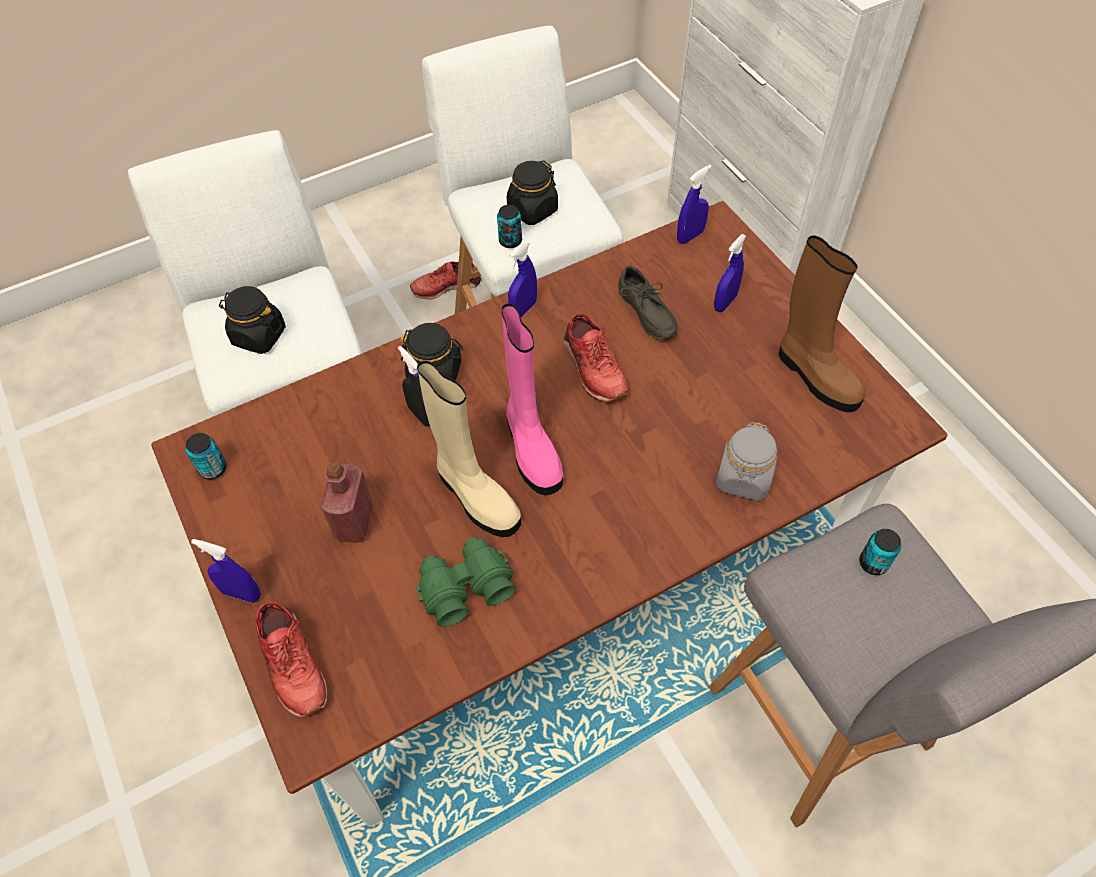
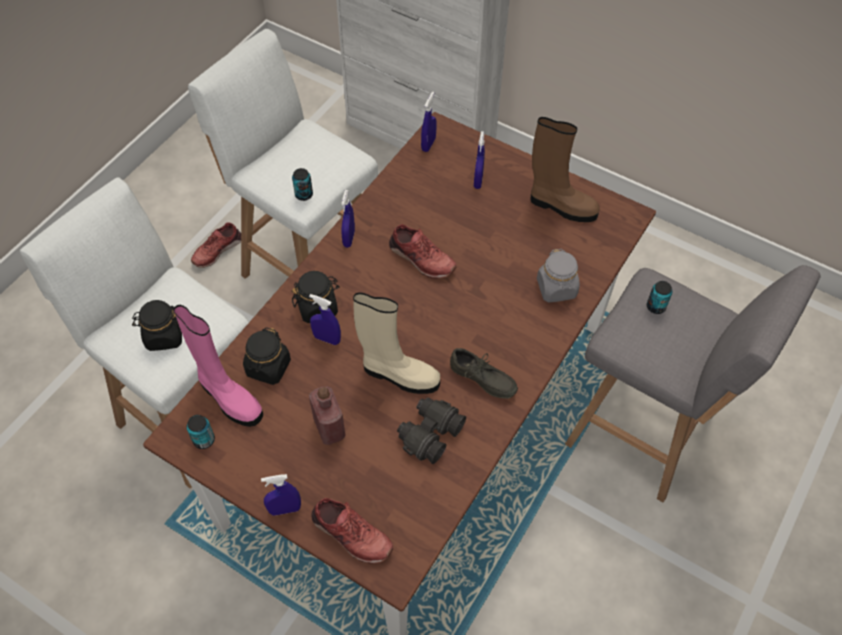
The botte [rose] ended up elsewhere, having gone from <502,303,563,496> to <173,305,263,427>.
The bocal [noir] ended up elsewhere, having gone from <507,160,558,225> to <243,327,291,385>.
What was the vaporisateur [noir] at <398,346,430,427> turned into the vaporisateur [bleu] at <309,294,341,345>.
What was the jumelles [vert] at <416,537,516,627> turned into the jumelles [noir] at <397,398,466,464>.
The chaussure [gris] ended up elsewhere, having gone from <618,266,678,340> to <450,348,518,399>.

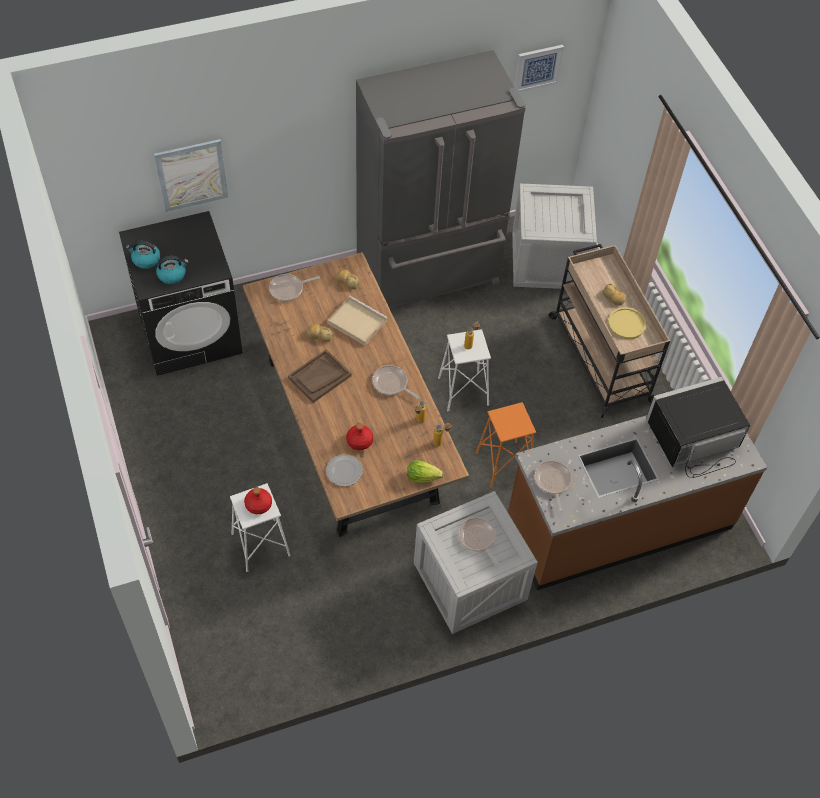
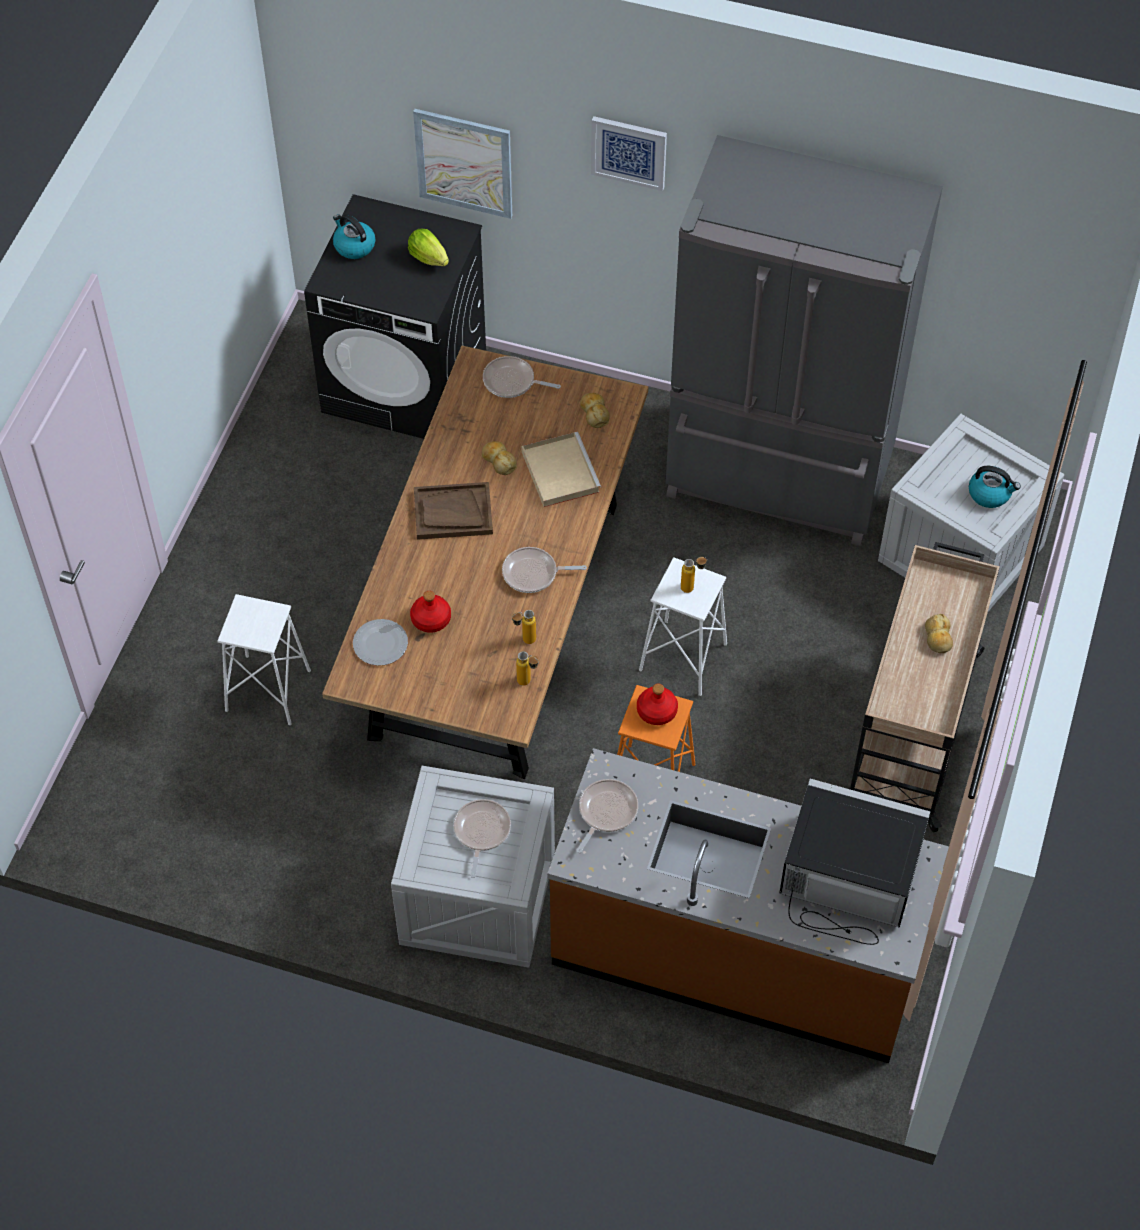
The laitue ended up elsewhere, having gone from <407,460,443,483> to <408,229,449,266>.
The poêle at <372,365,420,399> ended up facing another way, 75 degrees counterclockwise from before.
The tableau ended up elsewhere, having gone from <514,45,564,92> to <591,116,667,191>.
The bouteille [rouge] ended up elsewhere, having gone from <244,487,272,514> to <637,684,678,725>.
The bouilloire ended up elsewhere, having gone from <156,256,189,284> to <969,466,1021,508>.
The second view lost the assiette [jaune] at <608,307,646,339>.

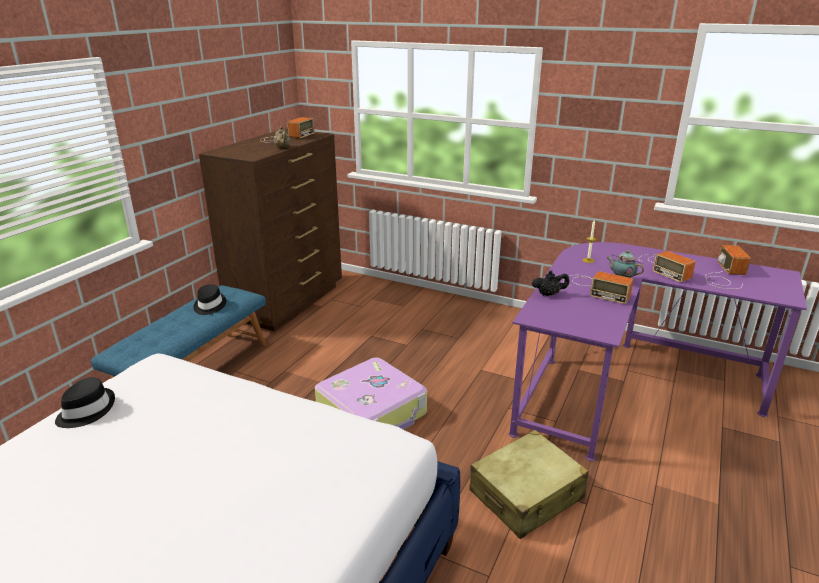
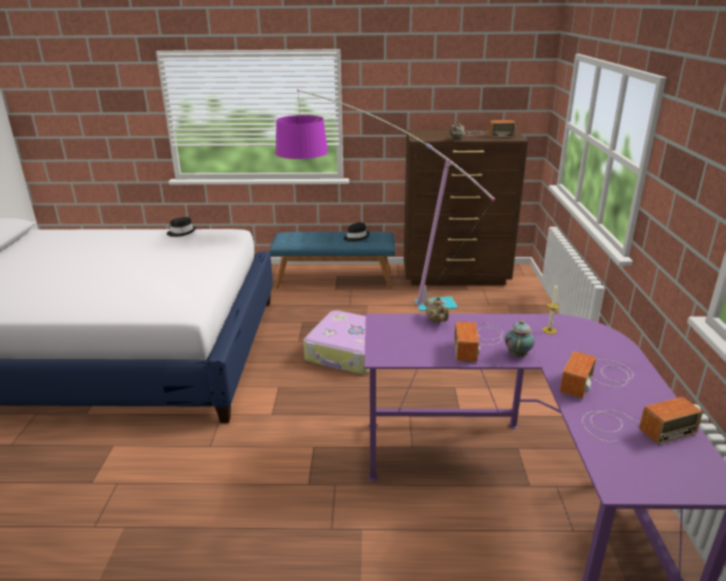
The second view gained the lampadaire at <276,89,495,311>.
What was the théière [noir] at <532,270,570,296> turned into the théière [beige] at <425,296,449,322>.
The second view lost the valise [beige] at <469,430,589,539>.

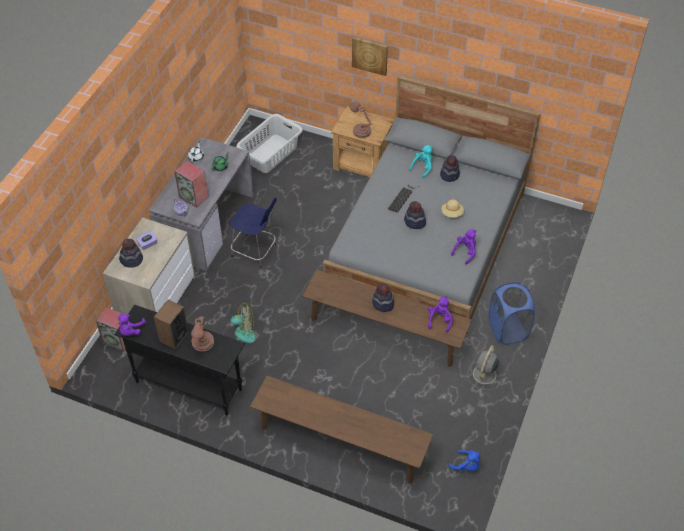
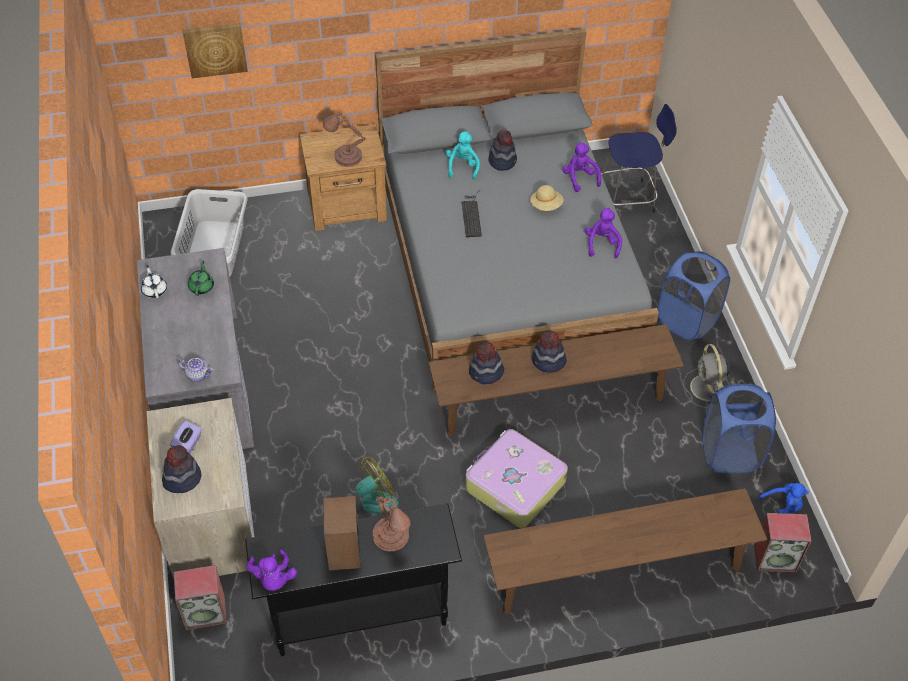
The tableau ended up elsewhere, having gone from <352,37,388,76> to <183,23,248,78>.
The second view gained the valise at <465,429,568,528>.
The chapeau ended up elsewhere, having gone from <404,201,426,229> to <469,342,504,384>.
The peluche [violet] ended up elsewhere, having gone from <428,296,453,332> to <562,143,601,192>.
The tabouret [bleu] ended up elsewhere, having gone from <230,198,277,268> to <601,104,677,213>.
The second view gained the panier à linge [bleu] at <702,383,776,473>.
The enceinte ended up elsewhere, having gone from <174,161,209,208> to <754,513,811,573>.

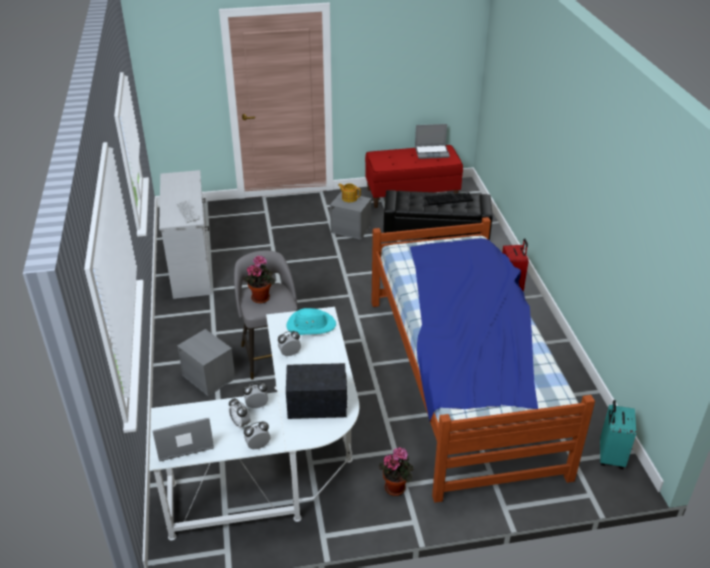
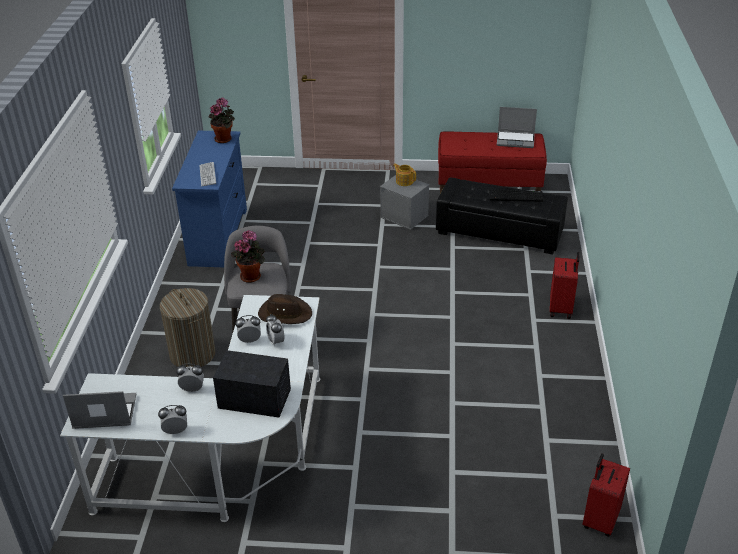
Where the boîte de rangement [gris] stood at <177,329,236,396>, the panier à linge came to stand at <160,288,215,367>.
What was the commode [blanc] at <159,170,212,299> turned into the commode [bleu] at <172,131,247,267>.
The plante en pot ended up elsewhere, having gone from <379,447,413,496> to <208,98,235,143>.
What was the chapeau [turquoise] at <286,308,336,335> turned into the chapeau [marron] at <258,294,312,324>.
The réveil ended up elsewhere, having gone from <228,398,250,430> to <266,314,284,346>.
What was the valise [turquoise] at <600,400,636,469> turned into the valise [rouge] at <582,453,630,537>.
The second view lost the lit at <371,217,595,503>.

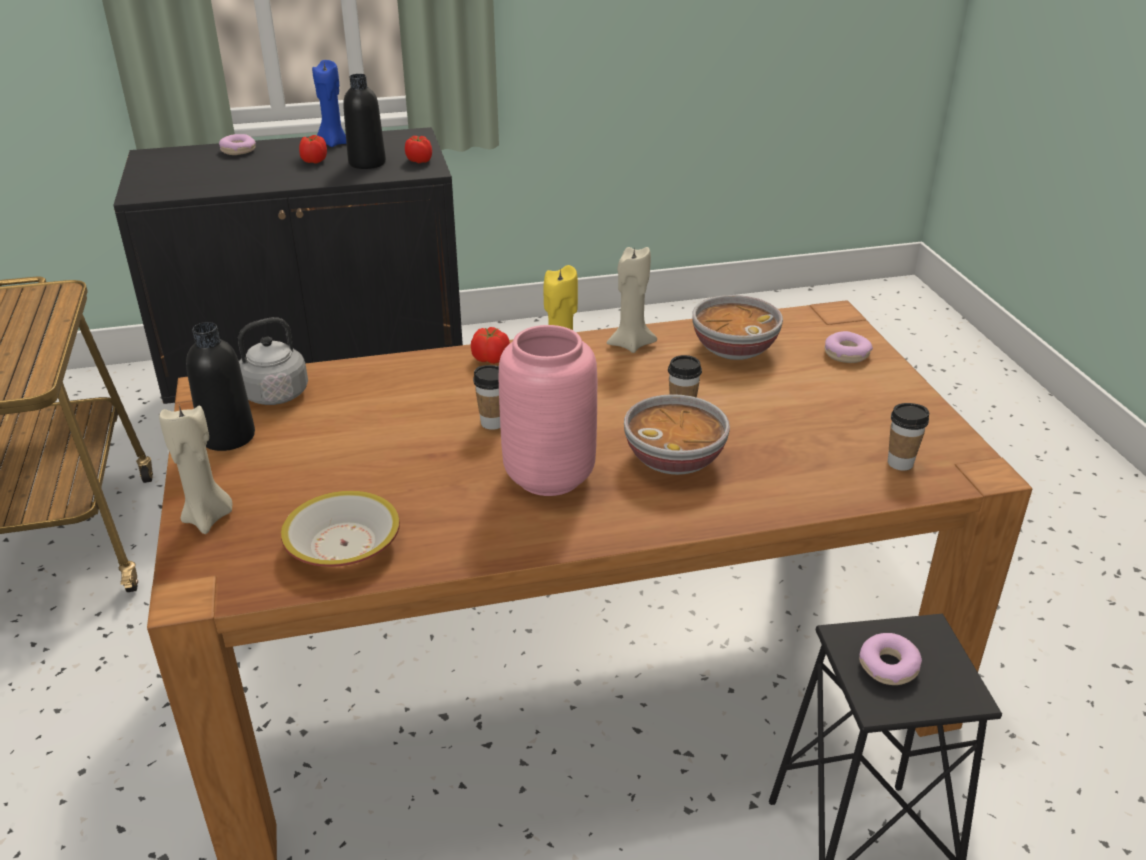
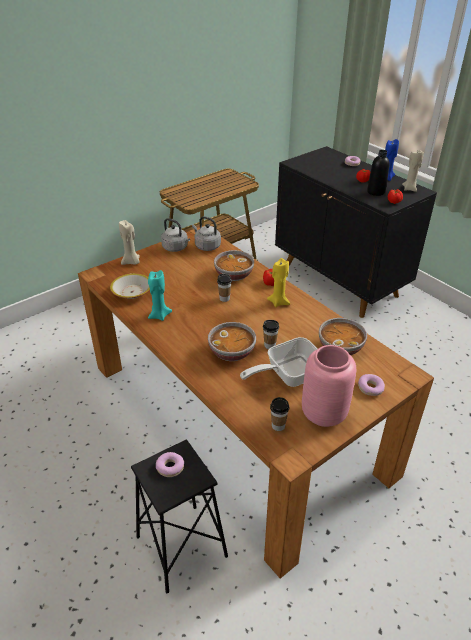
The second view gained the bougie [turquoise] at <148,270,172,321>.
Where the bouteille [noir] stood at <186,322,255,451>, the bouilloire [gris] came to stand at <161,218,190,252>.
The second view gained the bol at <214,250,254,281>.
The second view gained the poêle at <240,337,317,387>.
The vase [rose] ended up elsewhere, having gone from <499,325,597,496> to <302,345,356,427>.
The bougie [beige] ended up elsewhere, having gone from <606,247,657,353> to <402,150,424,192>.

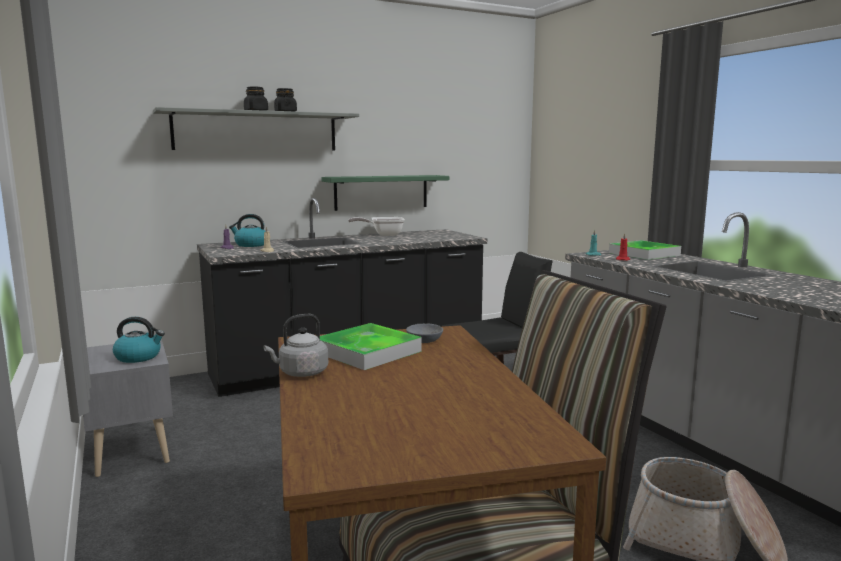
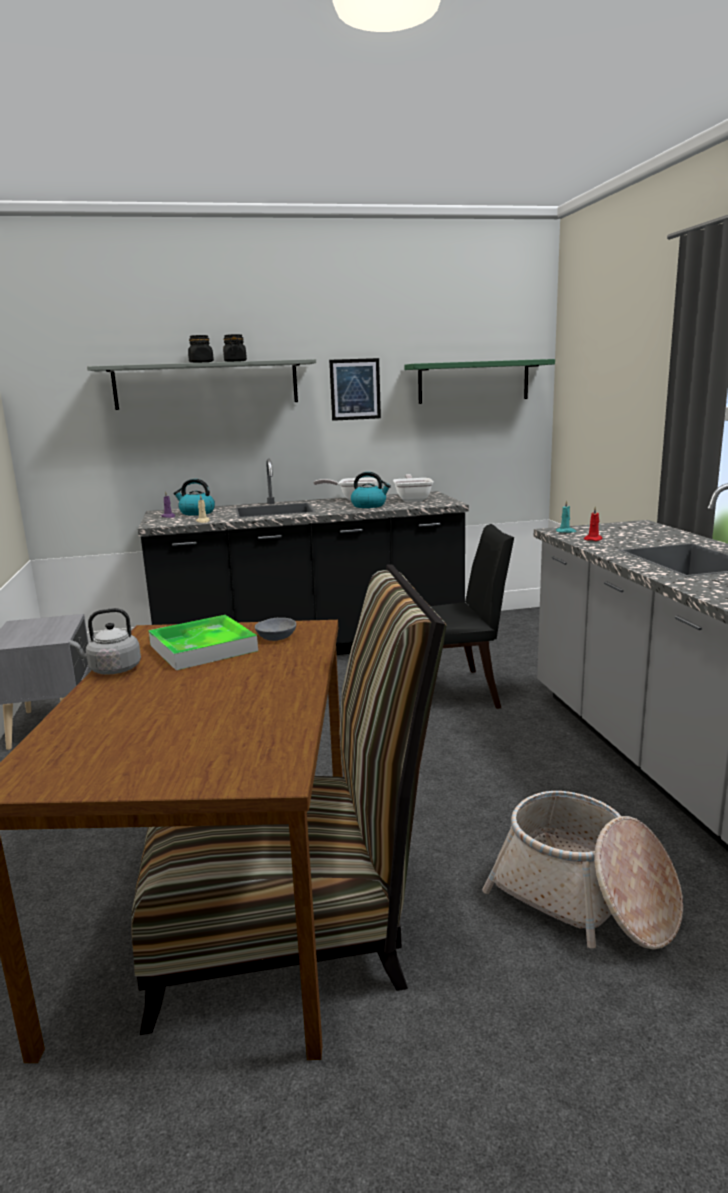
The second view gained the tableau at <329,358,381,421>.
The bouilloire ended up elsewhere, having gone from <113,317,165,363> to <351,472,391,508>.
The second view gained the poêle at <393,474,434,502>.
The étagère [vert] ended up elsewhere, having gone from <321,175,449,211> to <404,359,555,404>.
The second view lost the plateau at <609,240,681,260>.

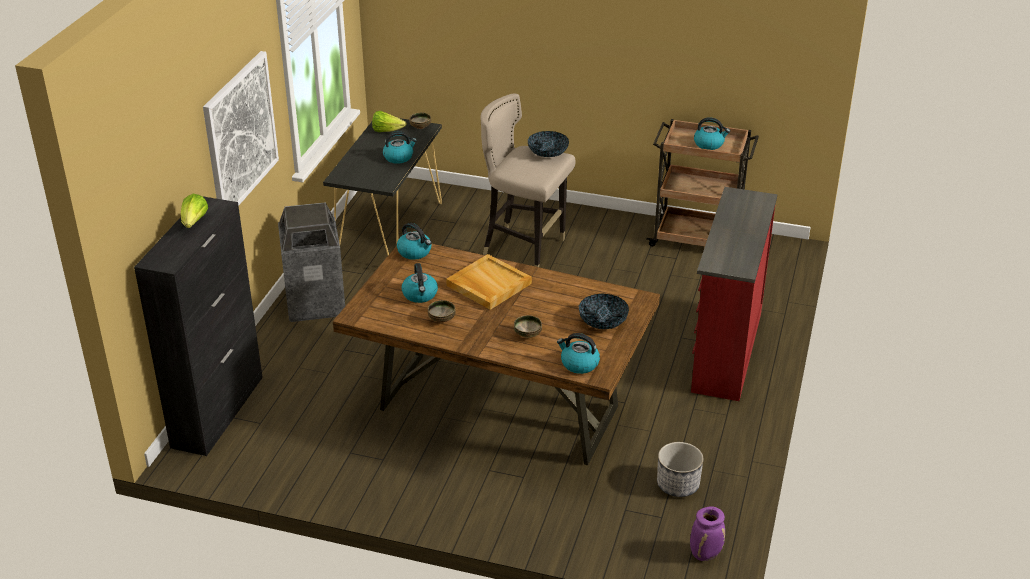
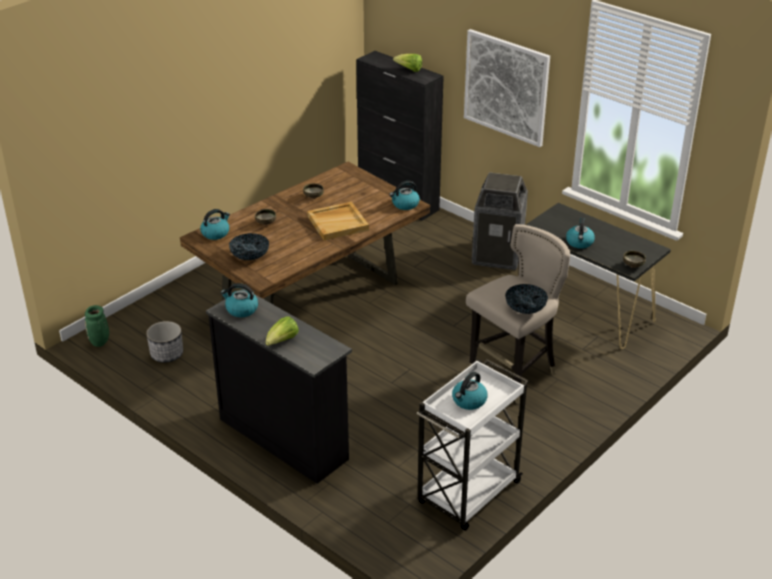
What was the vase [violet] at <690,507,725,561> turned into the vase [vert] at <85,305,109,347>.
What was the commode [rouge] at <691,187,777,401> turned into the commode [noir] at <206,289,352,484>.
The bouilloire ended up elsewhere, having gone from <402,263,438,303> to <220,283,258,317>.
The laitue ended up elsewhere, having gone from <372,111,407,132> to <265,316,299,346>.
What was the chariot [marron] at <646,119,759,246> turned into the chariot [blanc] at <417,359,529,531>.

